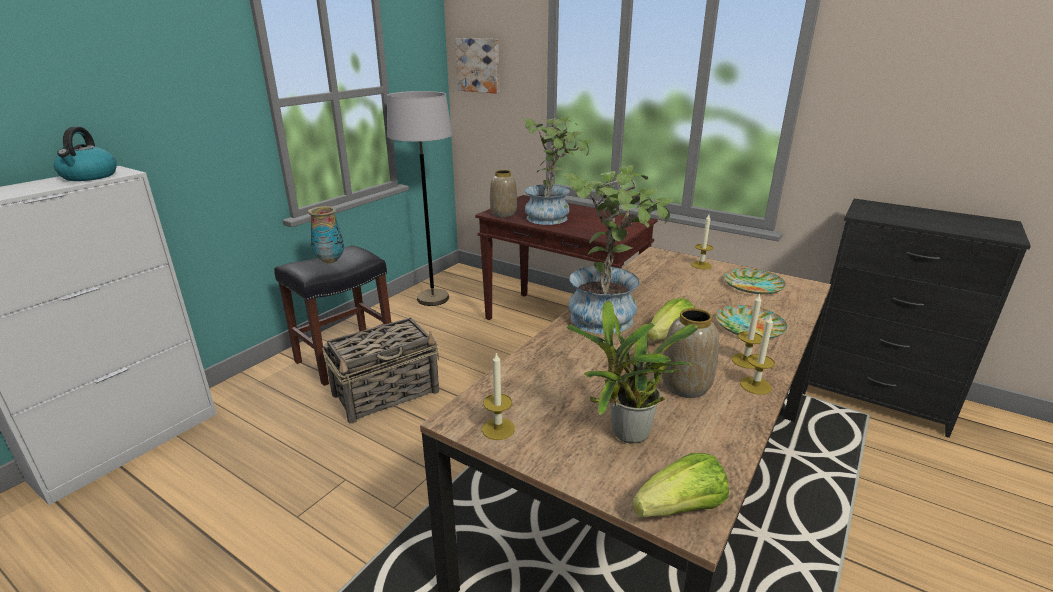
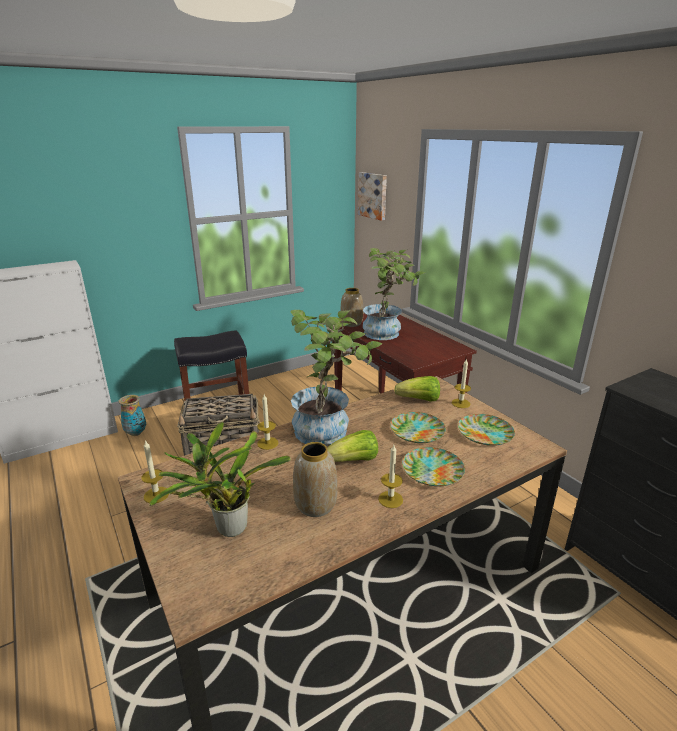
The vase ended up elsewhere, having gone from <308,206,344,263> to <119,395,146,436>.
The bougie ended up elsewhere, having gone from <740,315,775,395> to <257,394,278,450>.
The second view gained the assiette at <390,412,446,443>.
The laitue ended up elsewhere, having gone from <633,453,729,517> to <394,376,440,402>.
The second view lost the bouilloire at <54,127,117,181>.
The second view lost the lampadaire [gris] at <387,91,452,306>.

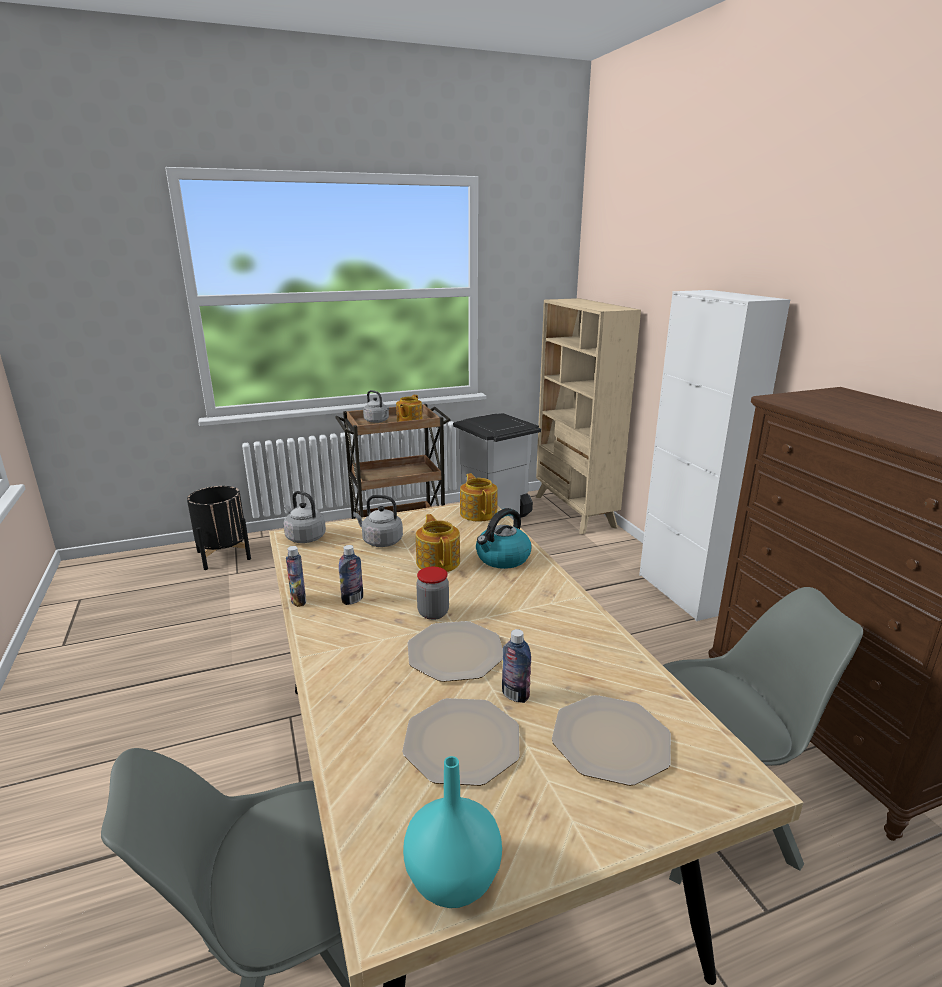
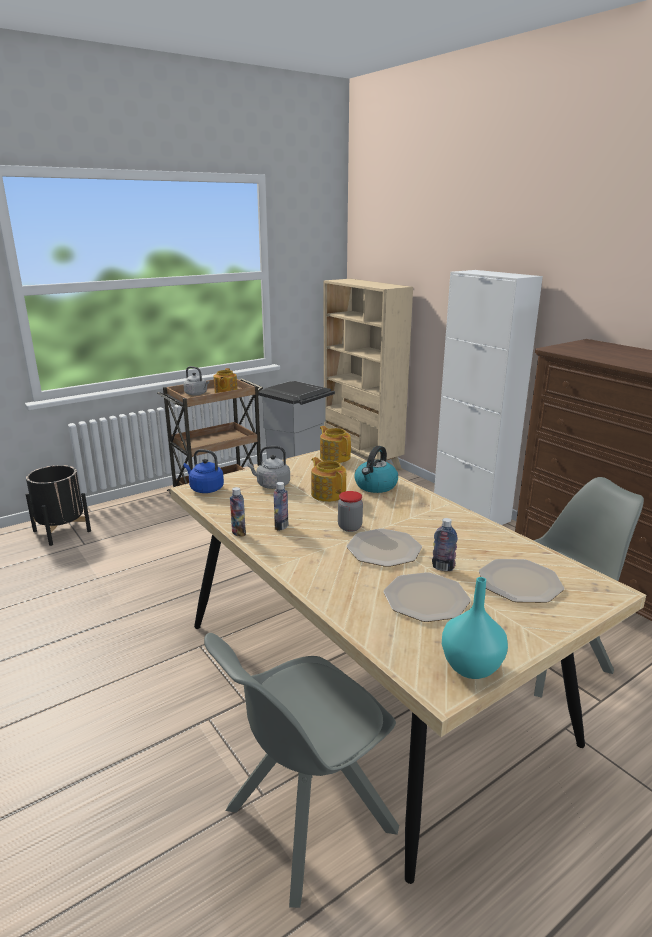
What was the bouilloire [gris] at <283,491,326,543> turned into the bouilloire [bleu] at <183,449,224,493>.

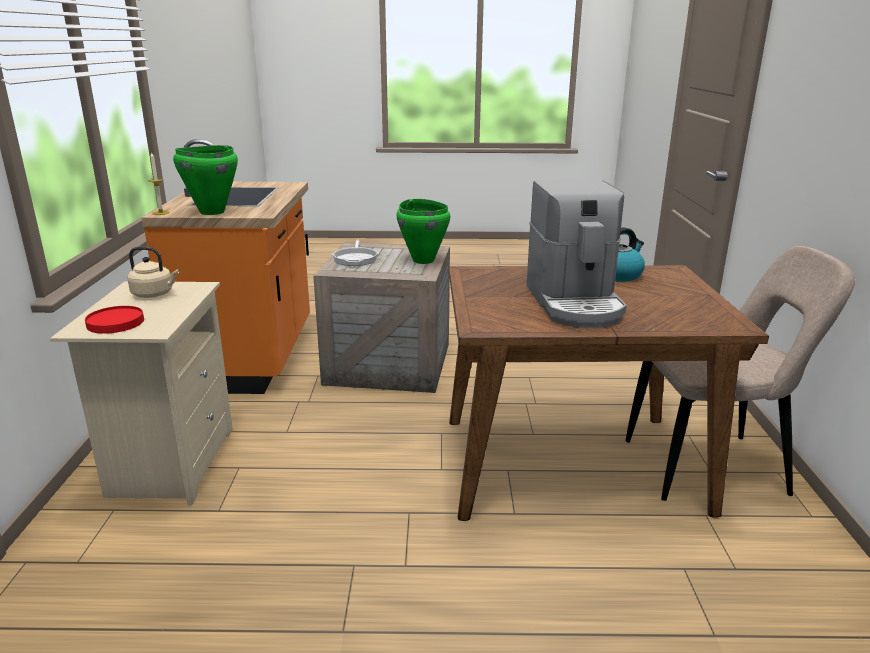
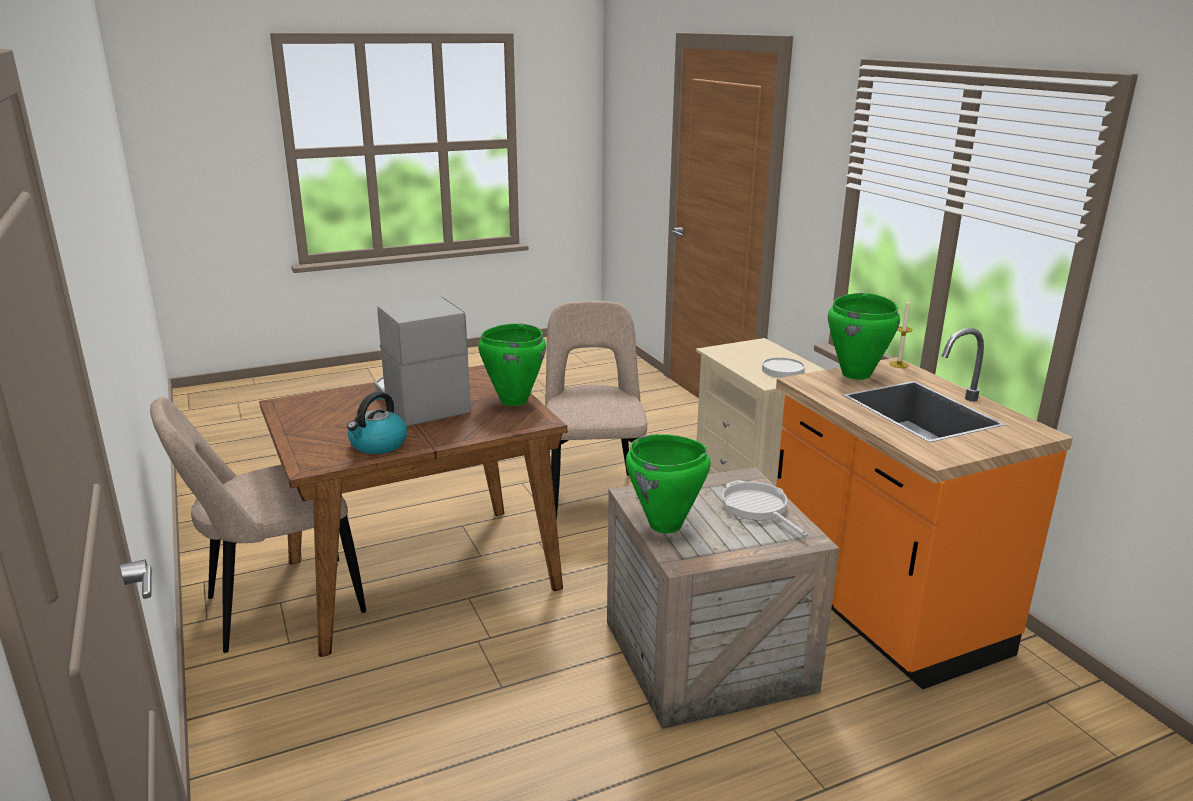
The second view gained the marmite [vert] at <478,323,546,406>.
The second view gained the chaise [beige] at <545,301,647,521>.
Where the bouilloire [beige] stood at <127,246,179,298>, the assiette [blanc] came to stand at <762,357,805,378>.
The second view lost the assiette [rouge] at <85,306,144,334>.

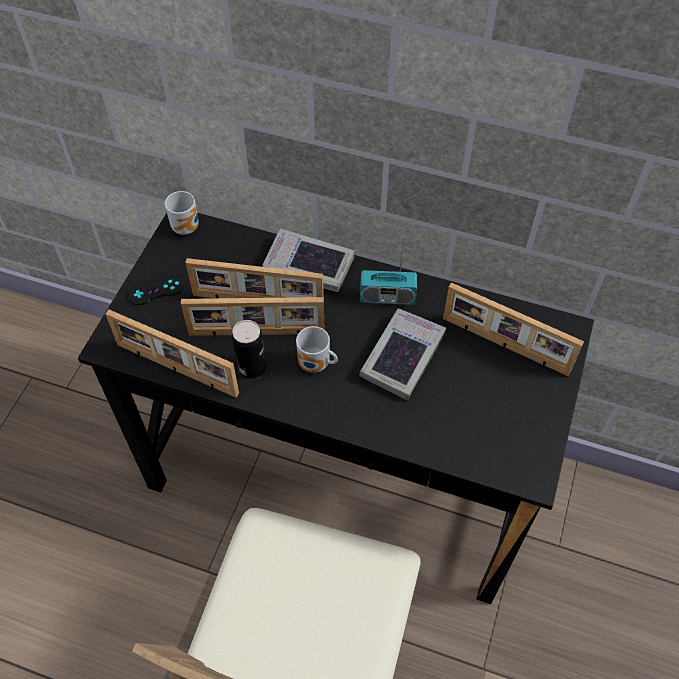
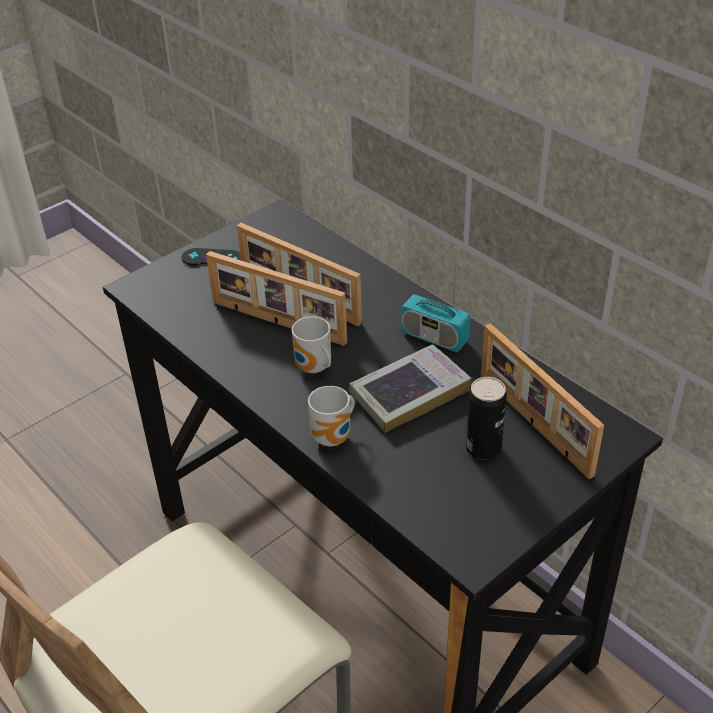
The mug ended up elsewhere, having gone from <165,191,199,235> to <308,386,355,446>.
The boîte métallique ended up elsewhere, having gone from <232,320,266,379> to <466,377,507,460>.
The second view lost the cadre photo at <105,310,239,398>.
The second view lost the livre at <262,228,355,292>.

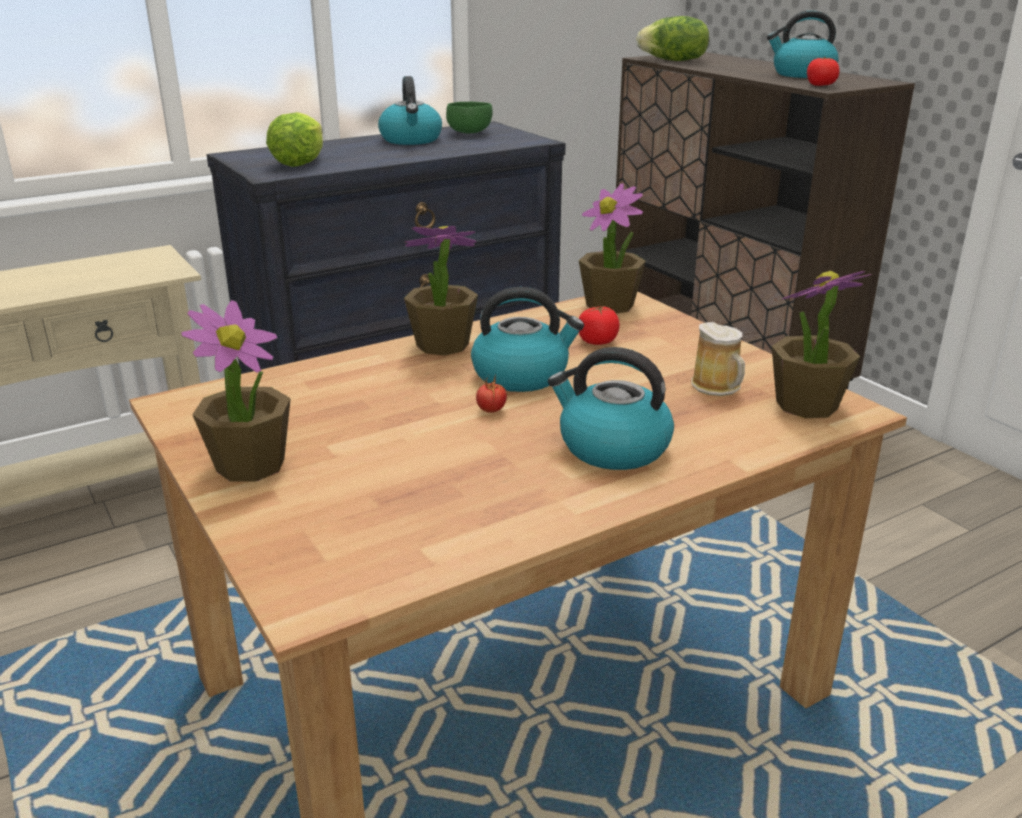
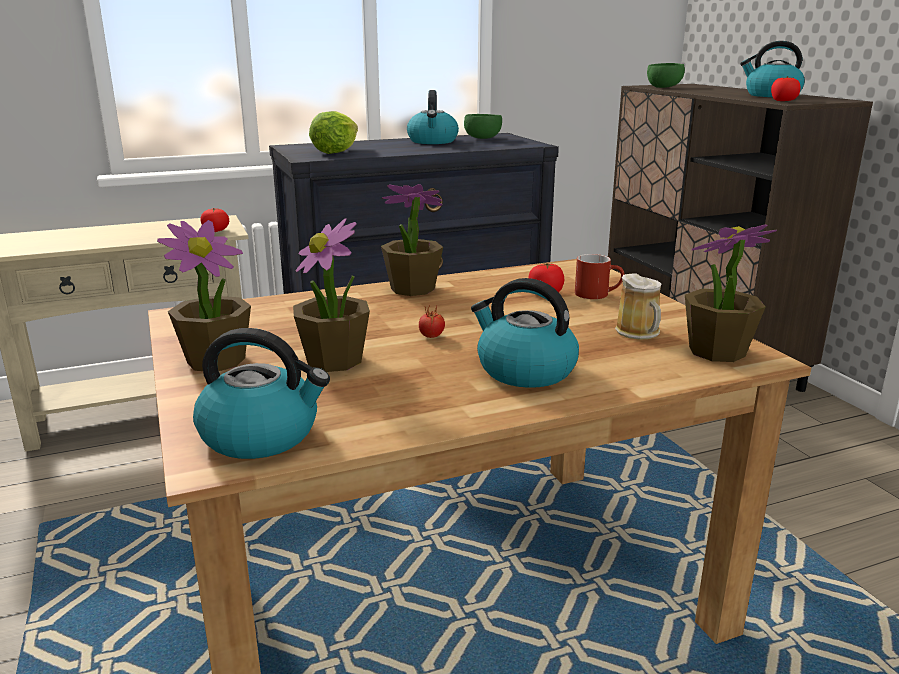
The bouilloire ended up elsewhere, having gone from <471,287,584,392> to <193,328,330,459>.
The second view gained the tomate at <200,208,229,232>.
The plante en pot ended up elsewhere, having gone from <579,183,646,313> to <293,218,370,372>.
The second view gained the mug [rouge] at <575,254,624,299>.
Where the laitue stood at <636,16,709,61>, the bol [vert] came to stand at <647,63,685,88>.

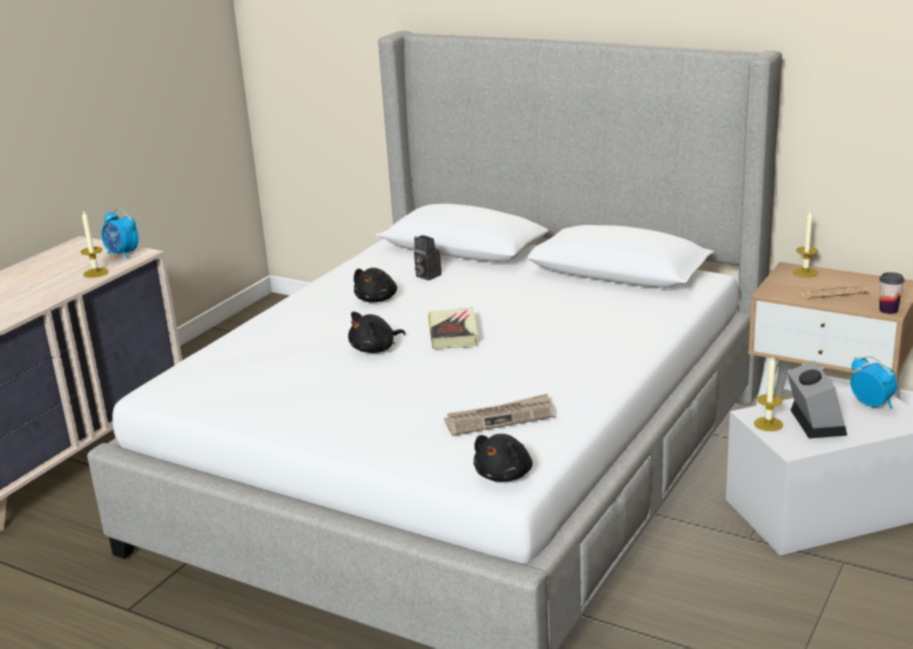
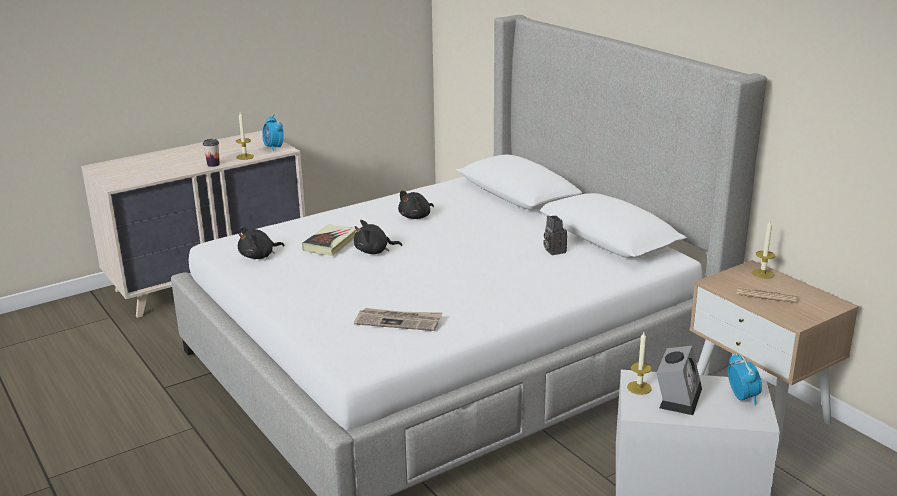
The tasse ended up elsewhere, having gone from <879,272,905,314> to <203,139,220,167>.
The peluche [noir] ended up elsewhere, having gone from <474,434,532,482> to <238,227,284,259>.
The livre ended up elsewhere, having gone from <428,308,478,349> to <302,224,356,256>.
The appareil photo ended up elsewhere, having gone from <414,235,442,280> to <543,216,567,255>.

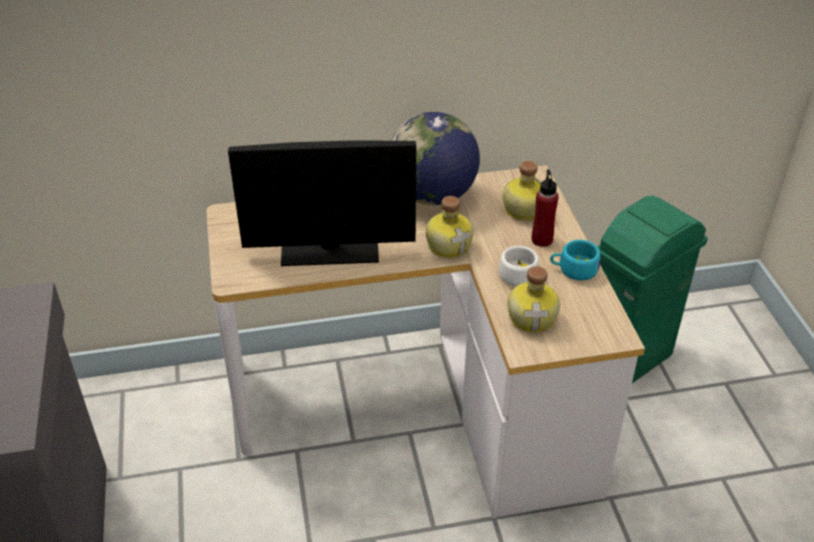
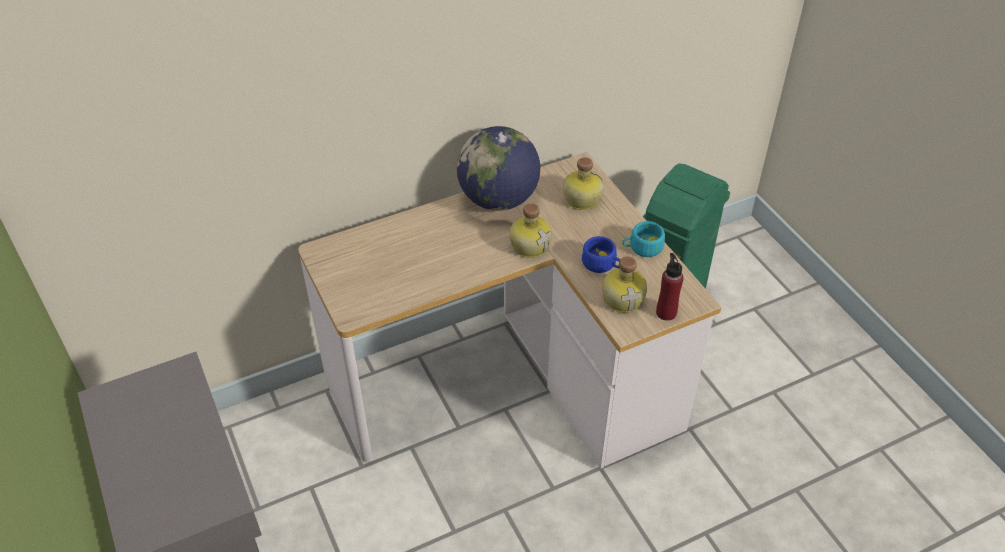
What was the tasse [blanc] at <499,246,539,287> turned into the tasse [bleu] at <581,236,620,273>.
The bouteille [rouge] ended up elsewhere, having gone from <532,170,559,247> to <656,253,684,321>.
The second view lost the écran d'ordinateur at <228,140,416,266>.

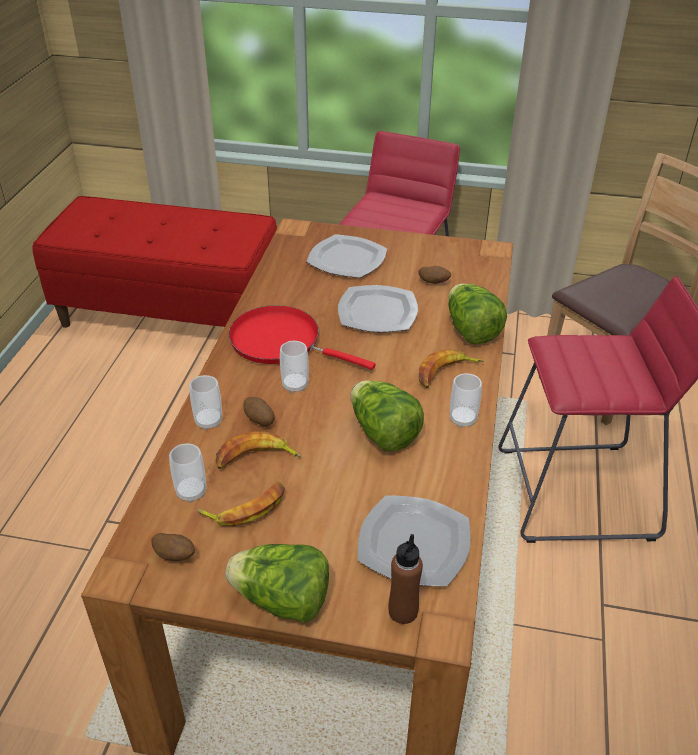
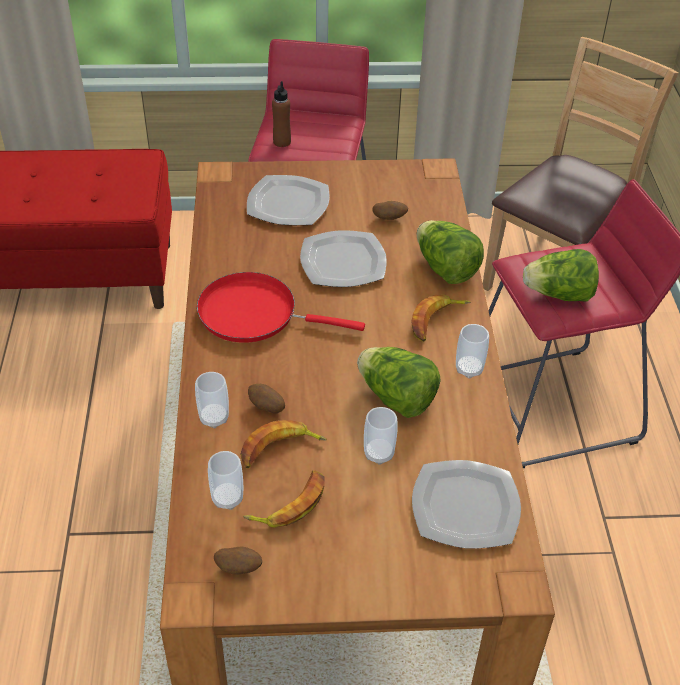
The bouteille [marron] ended up elsewhere, having gone from <388,534,423,624> to <272,81,291,147>.
The tasse ended up elsewhere, having gone from <280,341,309,393> to <364,407,398,465>.
The laitue ended up elsewhere, having gone from <225,544,329,623> to <523,249,599,302>.

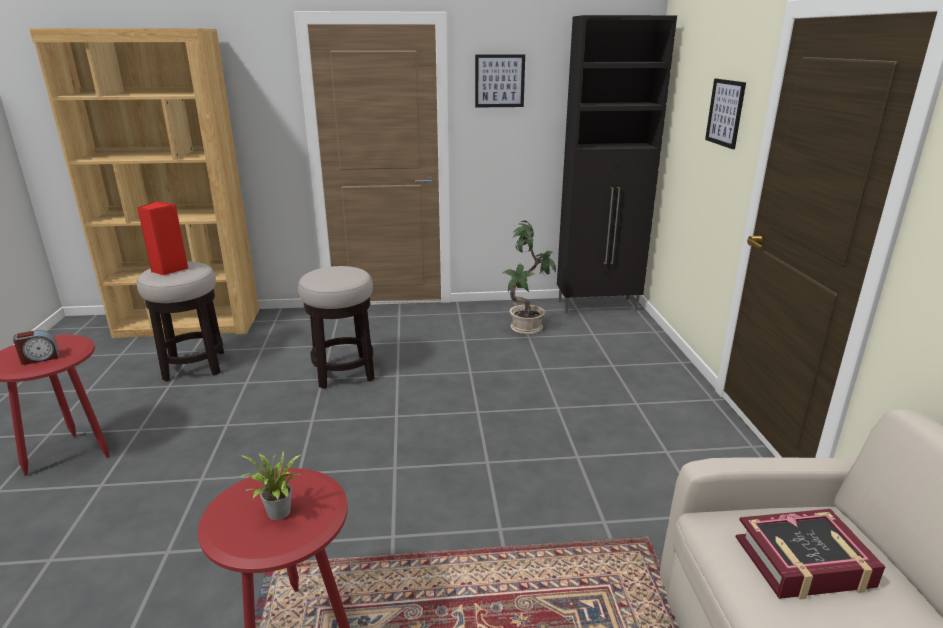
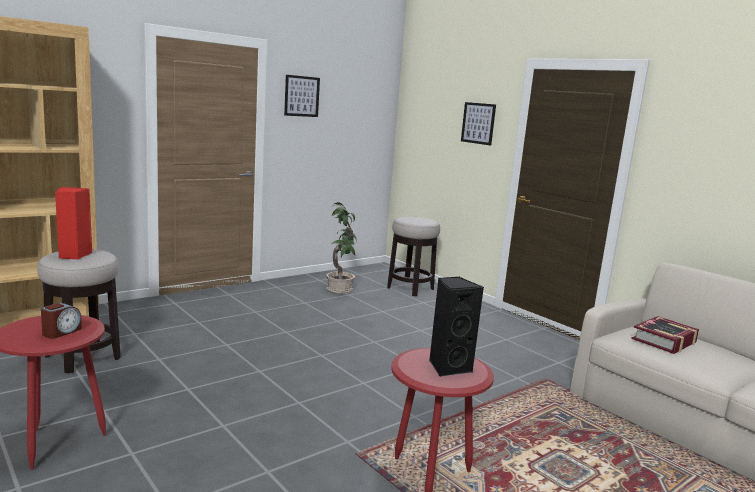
The tabouret ended up elsewhere, having gone from <298,266,375,389> to <387,217,440,296>.
Where the plante en pot stood at <240,450,302,520>, the enceinte [noir] came to stand at <429,277,484,377>.
The second view lost the meuble de rangement [noir] at <557,15,677,313>.

